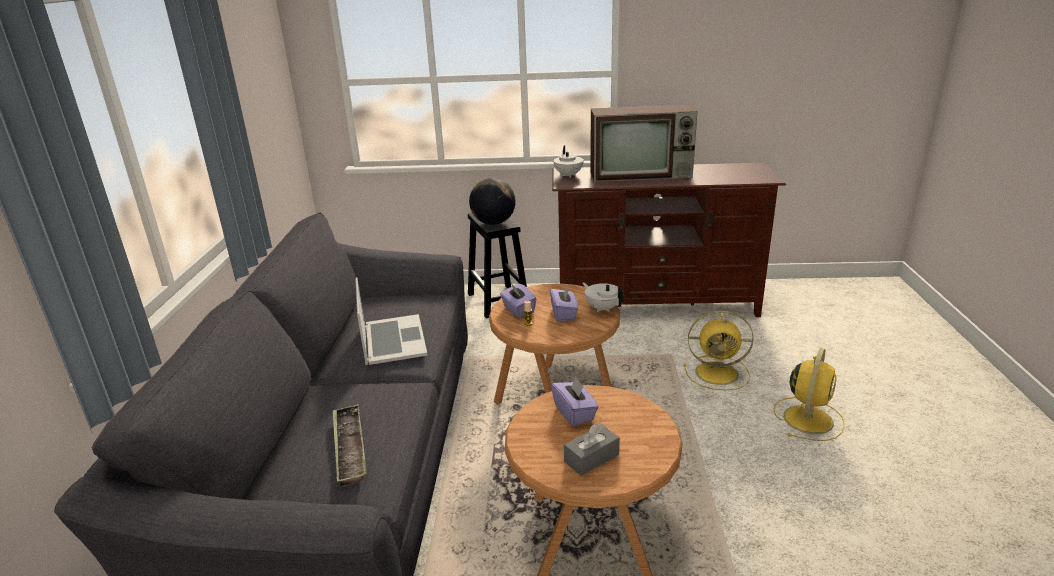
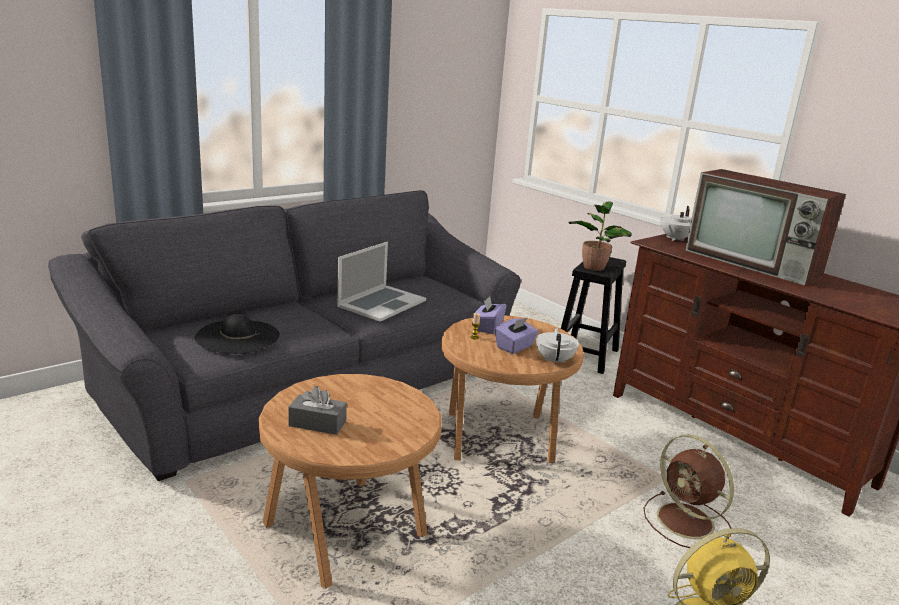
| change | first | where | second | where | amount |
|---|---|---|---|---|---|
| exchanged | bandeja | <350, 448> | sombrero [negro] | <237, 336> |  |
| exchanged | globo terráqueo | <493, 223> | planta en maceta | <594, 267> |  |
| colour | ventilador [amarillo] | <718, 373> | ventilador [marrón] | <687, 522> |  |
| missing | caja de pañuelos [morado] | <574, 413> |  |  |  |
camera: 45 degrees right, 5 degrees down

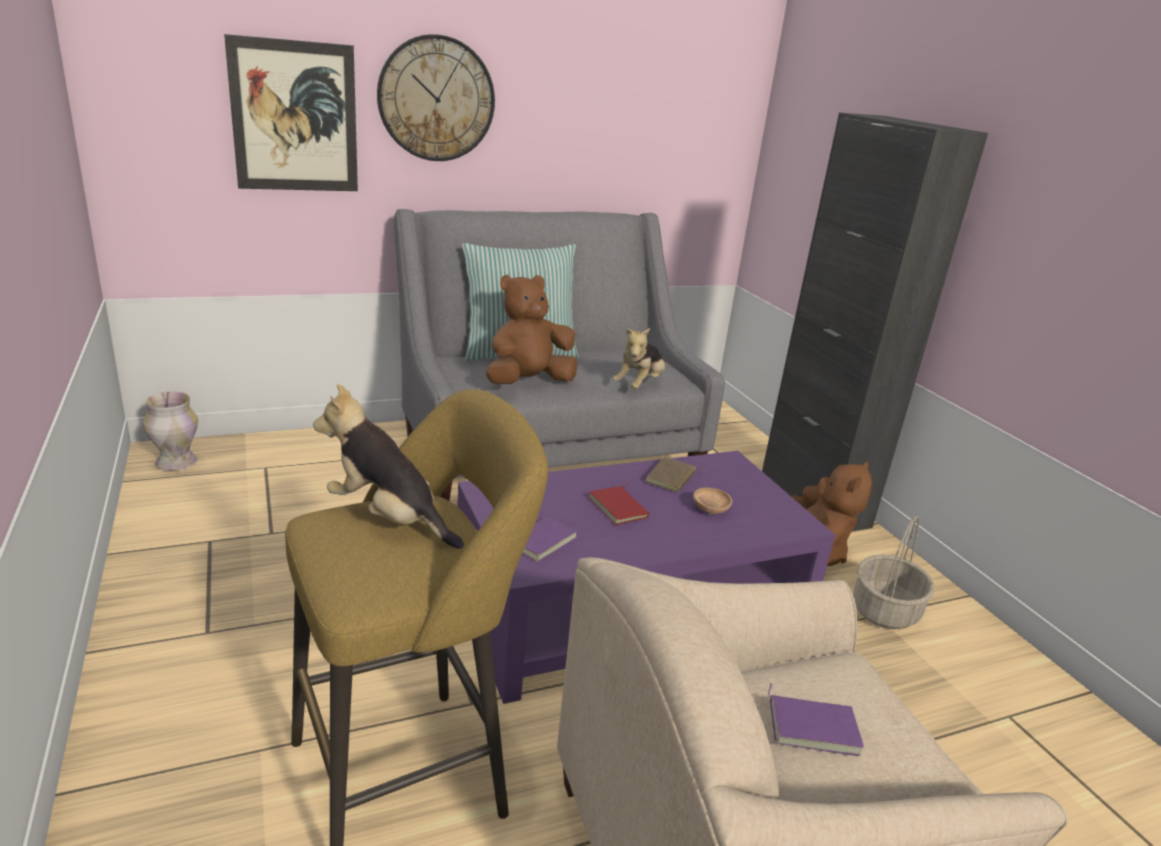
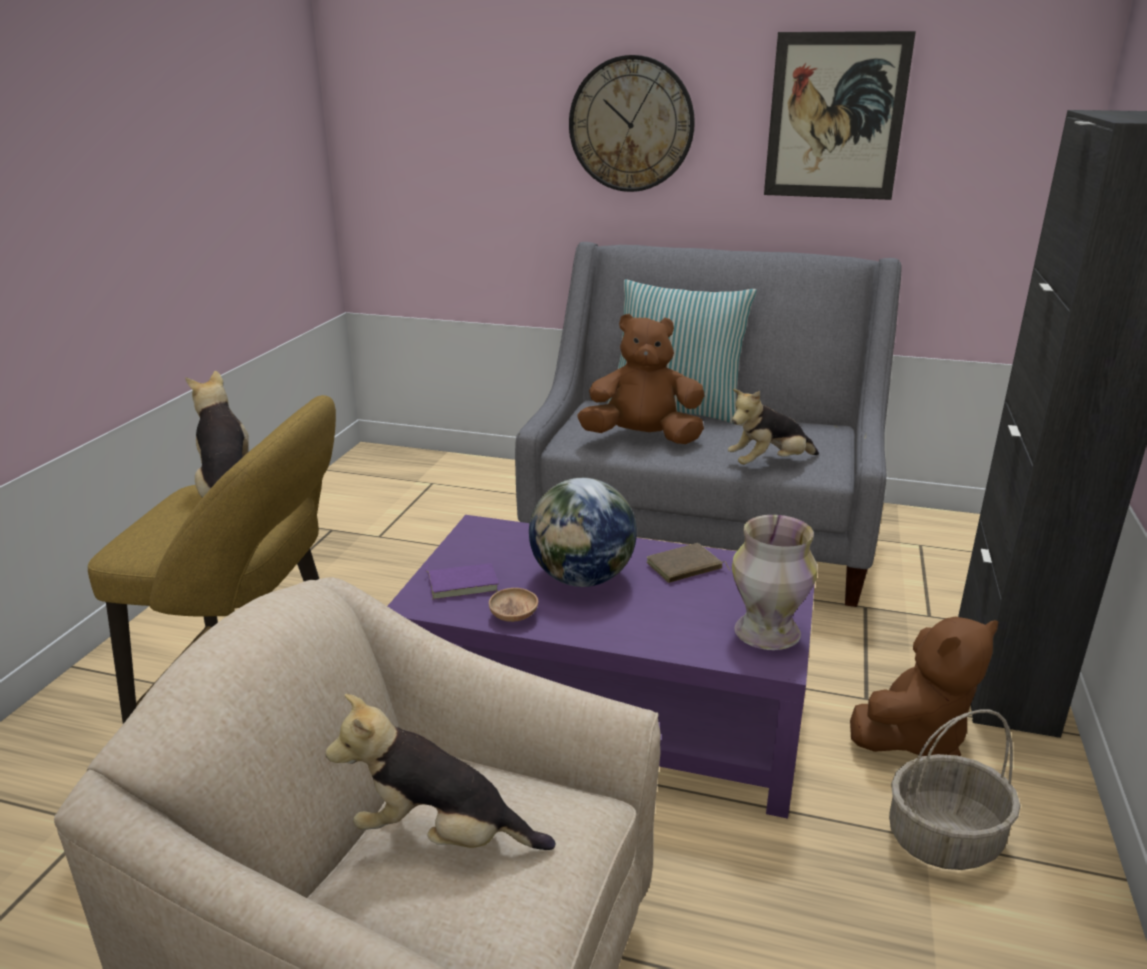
| change | first | where | second | where | amount |
|---|---|---|---|---|---|
| exchanged | libro [morado] | <813, 726> | peluche | <441, 836> |  |
| relocated | cuenco [marrón] | <710, 509> |  | <514, 616> |  |
| exchanged | libro [rojo] | <620, 508> | globo terráqueo | <582, 579> |  |
| relocated | florero | <175, 463> |  | <765, 634> |  |
| relocated | cuadro | <295, 117> |  | <835, 117> |  |
camera: 40 degrees right, 0 degrees up

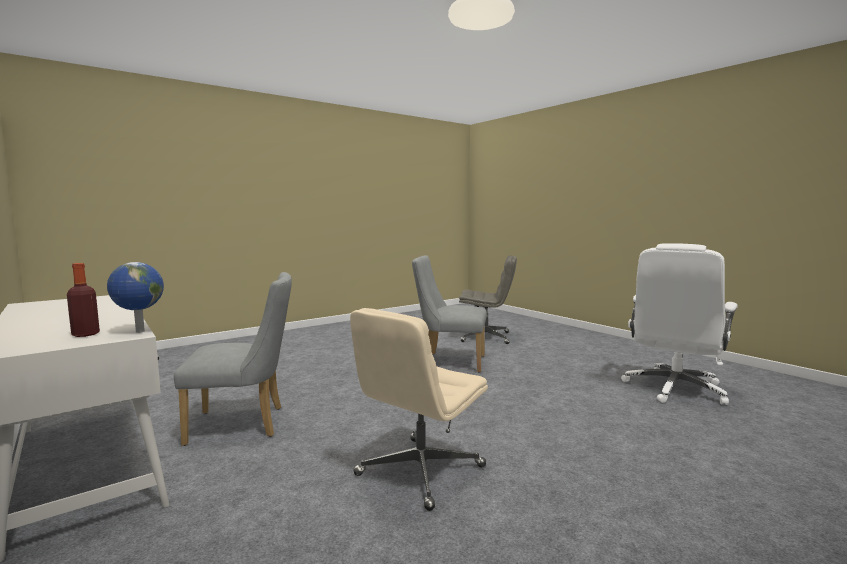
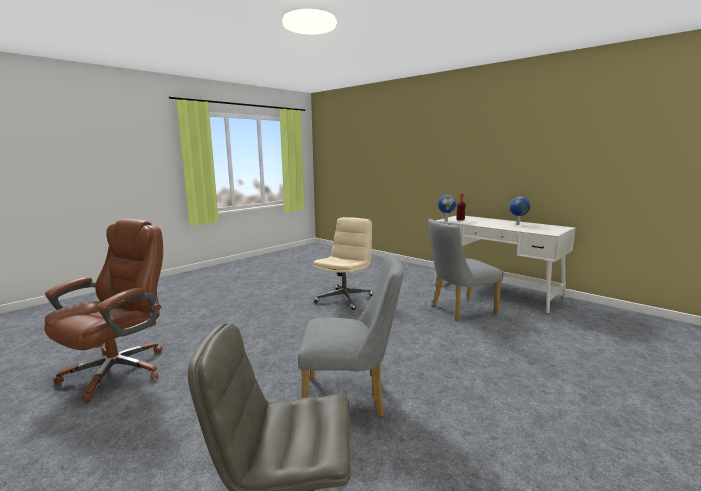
| change | first | where | second | where | amount |
|---|---|---|---|---|---|
| colour | silla de oficina [blanco] | <674, 389> | silla de oficina [marrón] | <118, 370> |  |
| appeared |  |  | globo terráqueo | <517, 224> |  |
camera: 170 degrees right, 5 degrees up

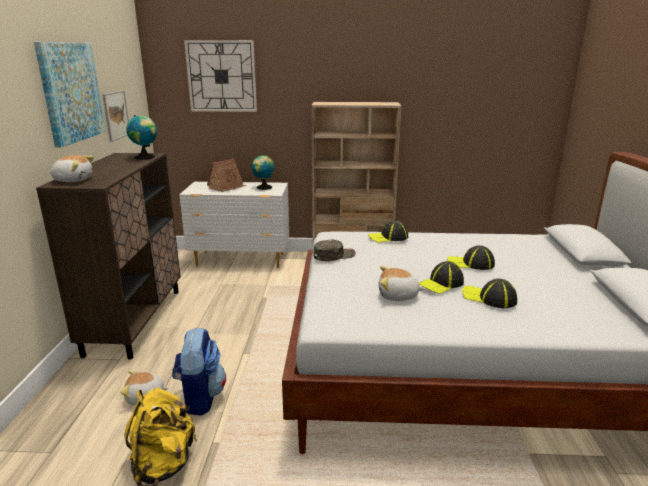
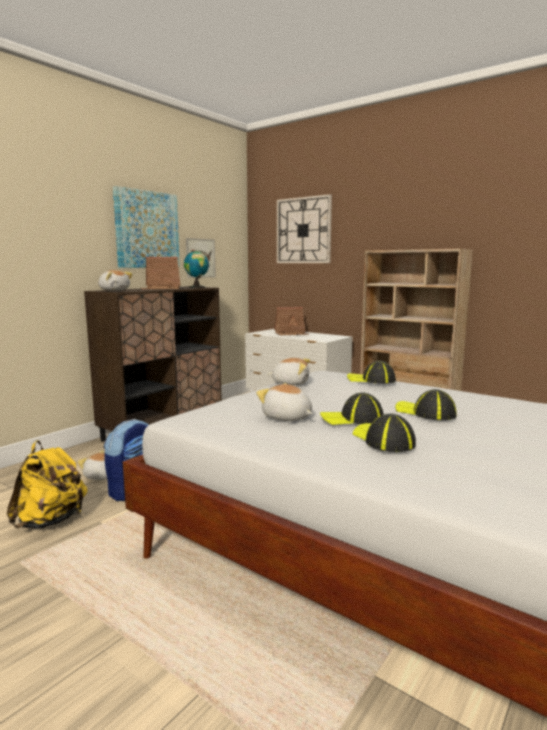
| change | first | where | second | where | amount |
|---|---|---|---|---|---|
| appeared |  |  | casita | <160, 288> |  |
| exchanged | gorra [verde] | <334, 255> | peluche | <290, 383> |  |
| missing | globo terráqueo | <264, 188> |  |  |  |
camera: 35 degrees right, 10 degrees down

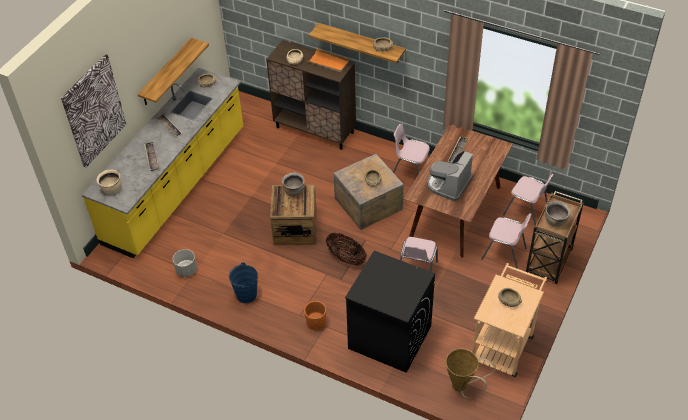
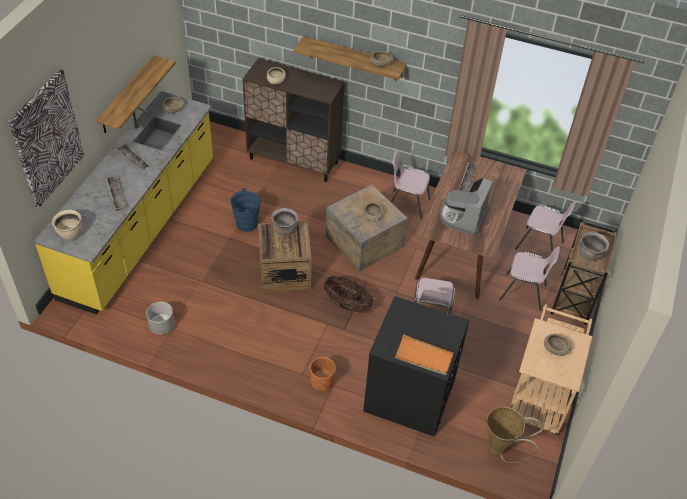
| change | first | where | second | where | amount |
|---|---|---|---|---|---|
| relocated | cubo [azul] | <246, 295> |  | <246, 224> |  |
| relocated | bandeja [naranja] | <328, 62> |  | <424, 357> |  |
camera: 10 degrees left, 0 degrees up

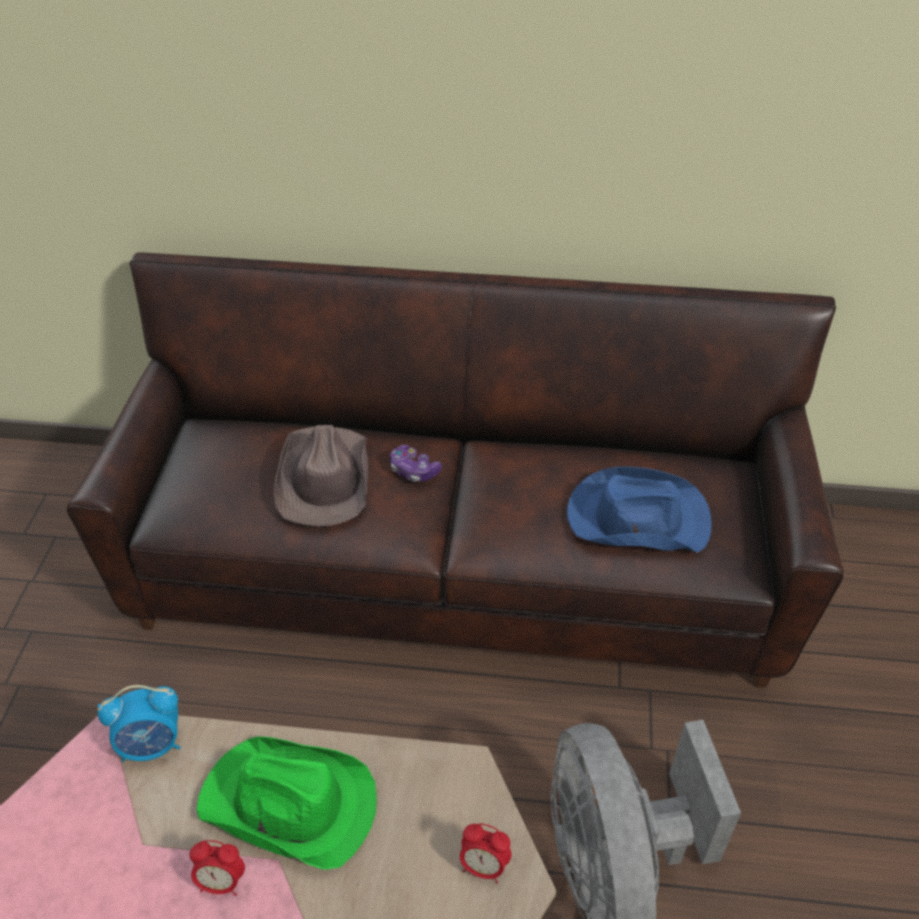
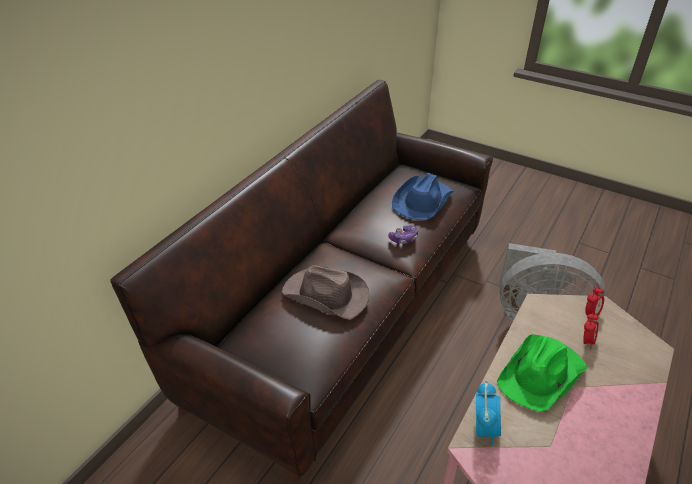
| change | first | where | second | where | amount |
|---|---|---|---|---|---|
| relocated | mando de consola | <413, 470> |  | <404, 238> |  |
| relocated | despertador | <221, 882> |  | <586, 341> |  |
camera: 65 degrees left, 5 degrees down

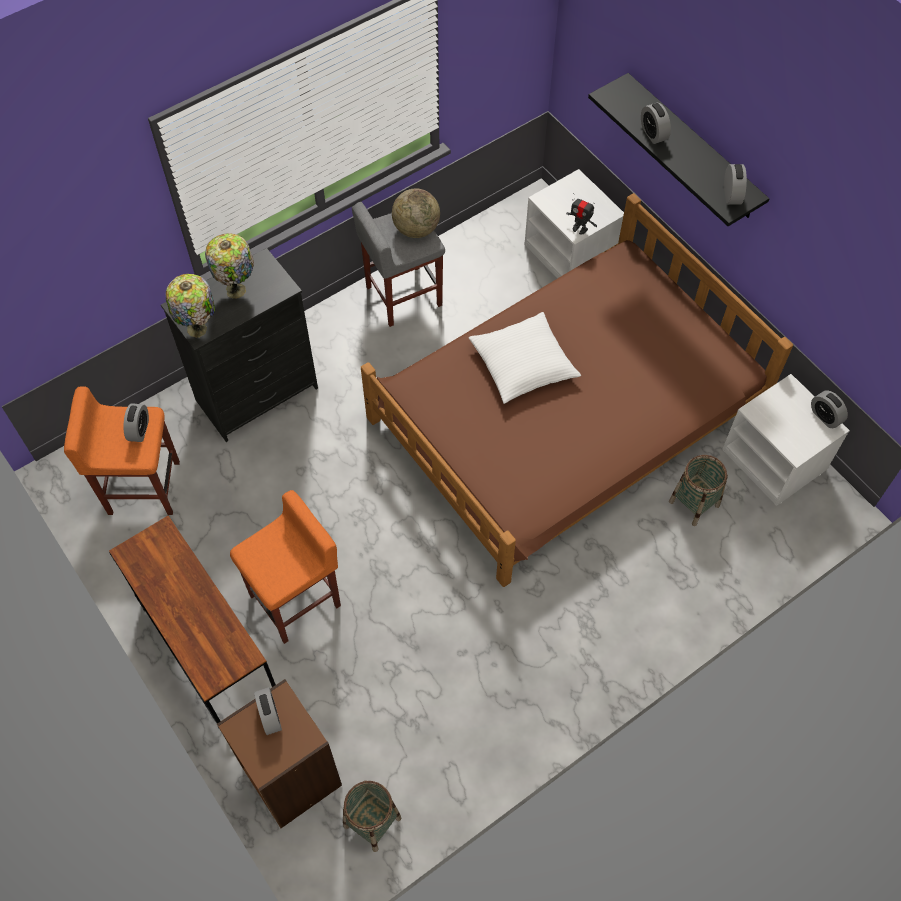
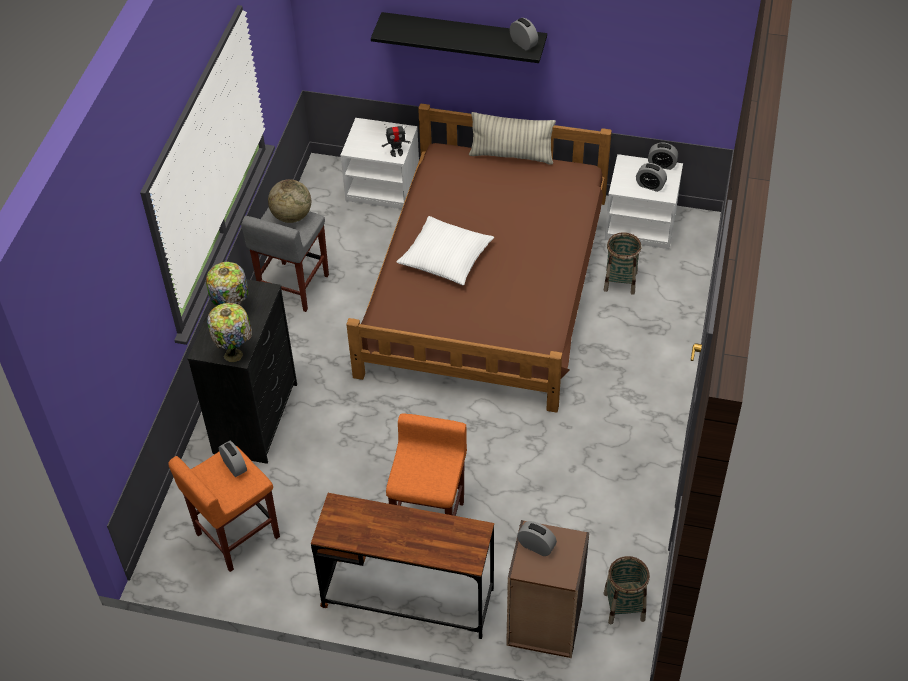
| change | first | where | second | where | amount |
|---|---|---|---|---|---|
| appeared |  |  | cojín | <511, 155> |  |
| relocated | despertador | <653, 134> |  | <650, 185> |  |
camera: 40 degrees left, 10 degrees down

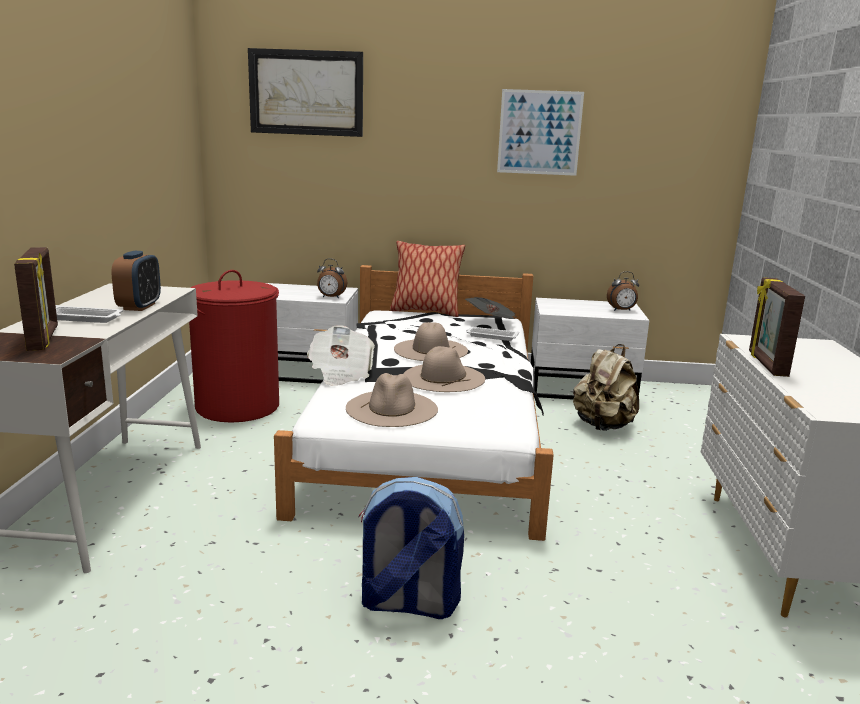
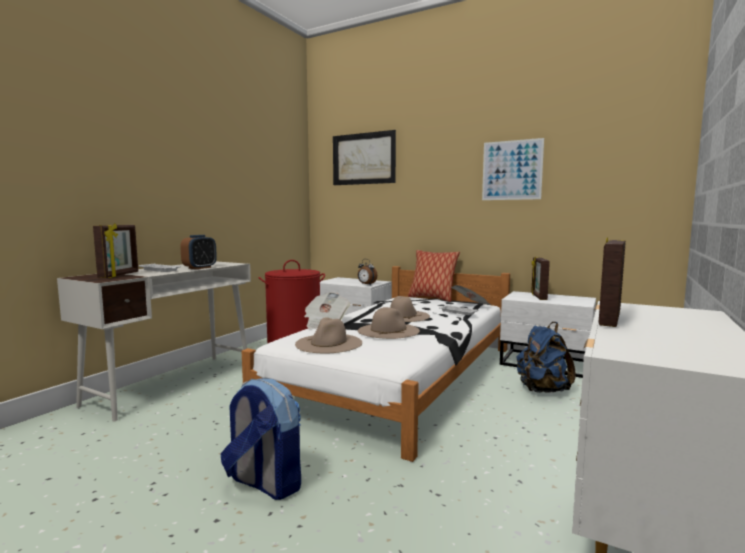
| change | first | where | second | where | amount |
|---|---|---|---|---|---|
| colour | mochila [beis] | <603, 426> | mochila [azul] | <542, 390> |  |
| appeared |  |  | portarretratos | <538, 297> |  |
| missing | despertador | <621, 310> |  |  |  |
camera: 25 degrees right, 10 degrees down

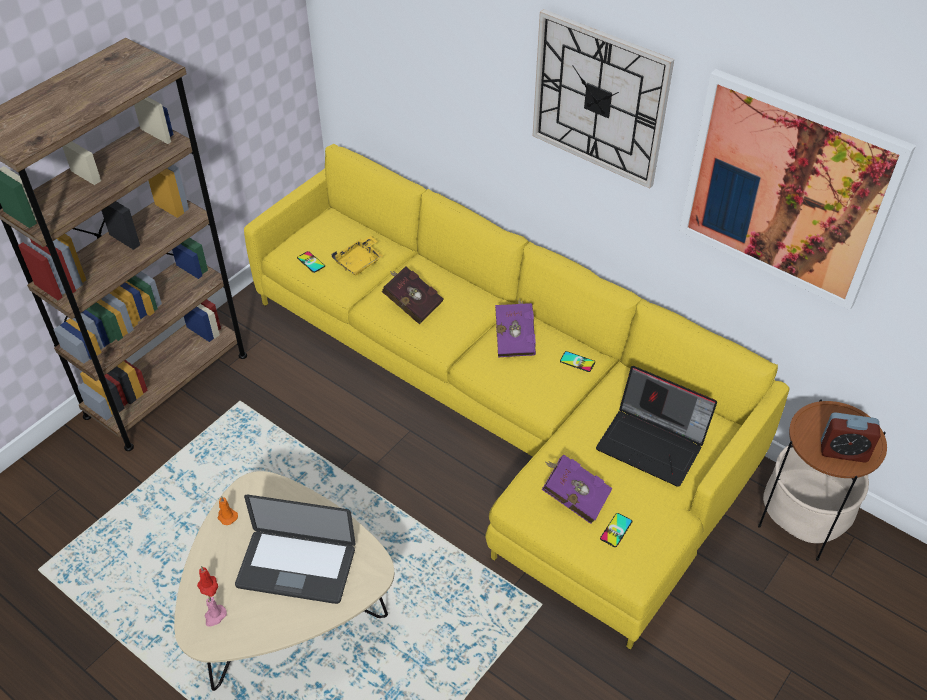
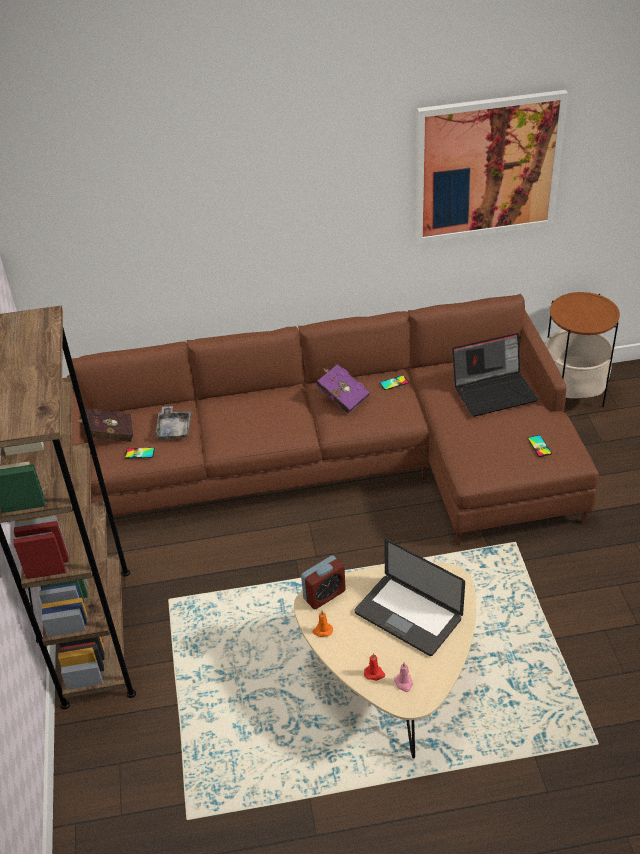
| change | first | where | second | where | amount |
|---|---|---|---|---|---|
| colour | sofá [amarillo] | <505, 407> | sofá [marrón] | <345, 463> |  |
| relocated | libro [rojo] | <411, 304> |  | <108, 435> |  |
| colour | bandeja [amarillo] | <359, 262> | bandeja [gris] | <174, 428> |  |
| relocated | despertador | <843, 451> |  | <324, 595> |  |
| spun | portátil | <296, 567> |  | <408, 616> | 75 degrees clockwise |
| missing | reloj de pared | <599, 99> |  |  |  |
| missing | libro [morado] | <573, 497> |  |  |  |
camera: 45 degrees left, 5 degrees down

